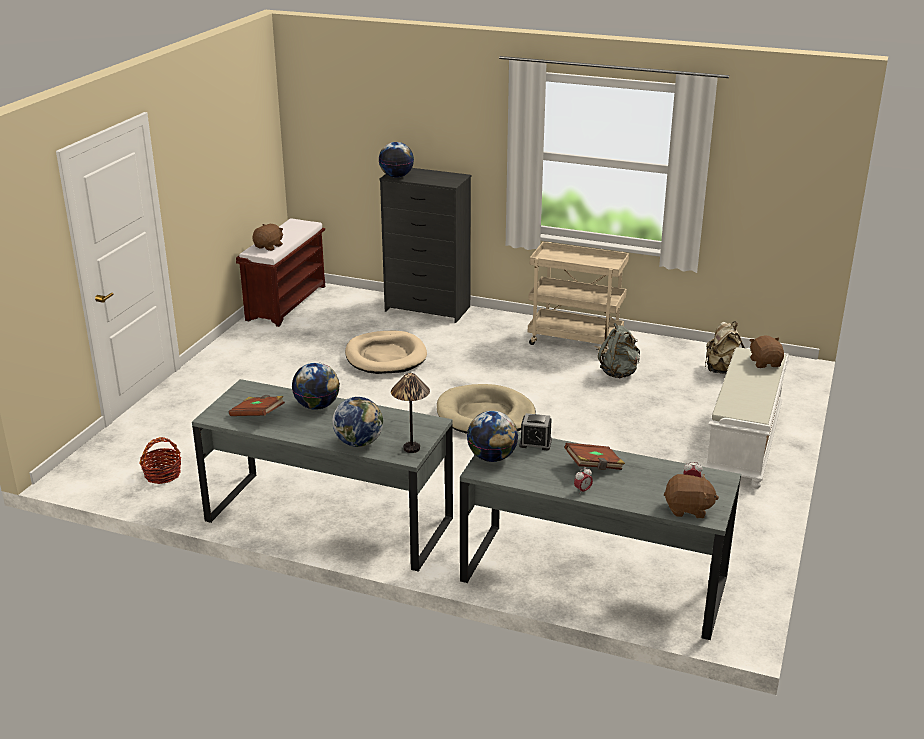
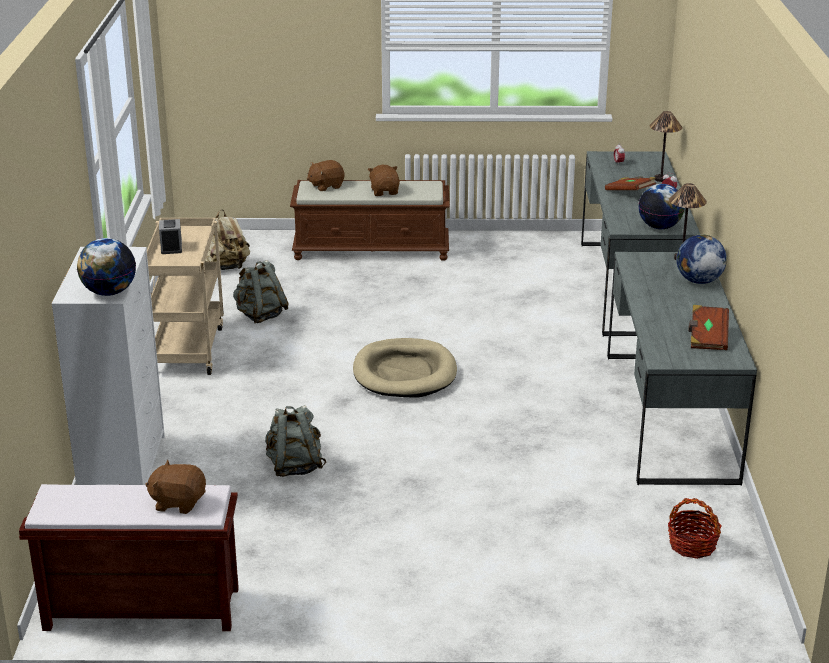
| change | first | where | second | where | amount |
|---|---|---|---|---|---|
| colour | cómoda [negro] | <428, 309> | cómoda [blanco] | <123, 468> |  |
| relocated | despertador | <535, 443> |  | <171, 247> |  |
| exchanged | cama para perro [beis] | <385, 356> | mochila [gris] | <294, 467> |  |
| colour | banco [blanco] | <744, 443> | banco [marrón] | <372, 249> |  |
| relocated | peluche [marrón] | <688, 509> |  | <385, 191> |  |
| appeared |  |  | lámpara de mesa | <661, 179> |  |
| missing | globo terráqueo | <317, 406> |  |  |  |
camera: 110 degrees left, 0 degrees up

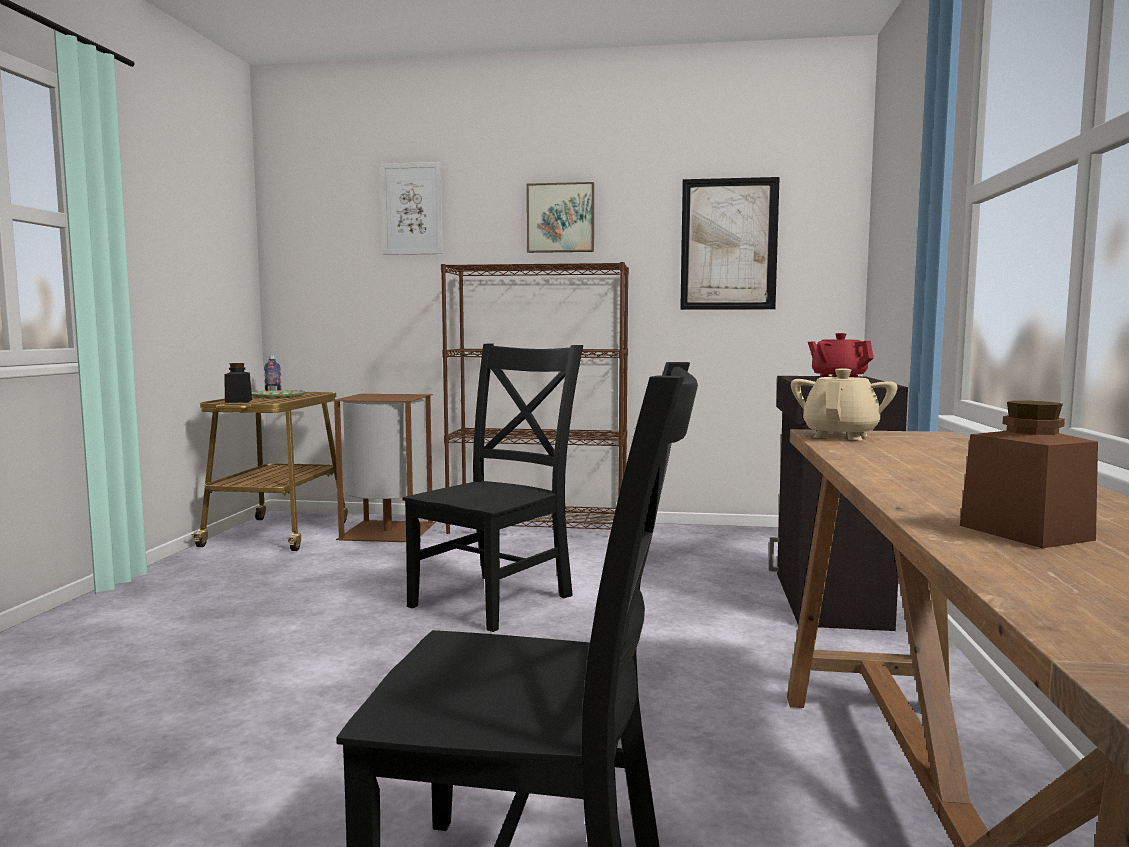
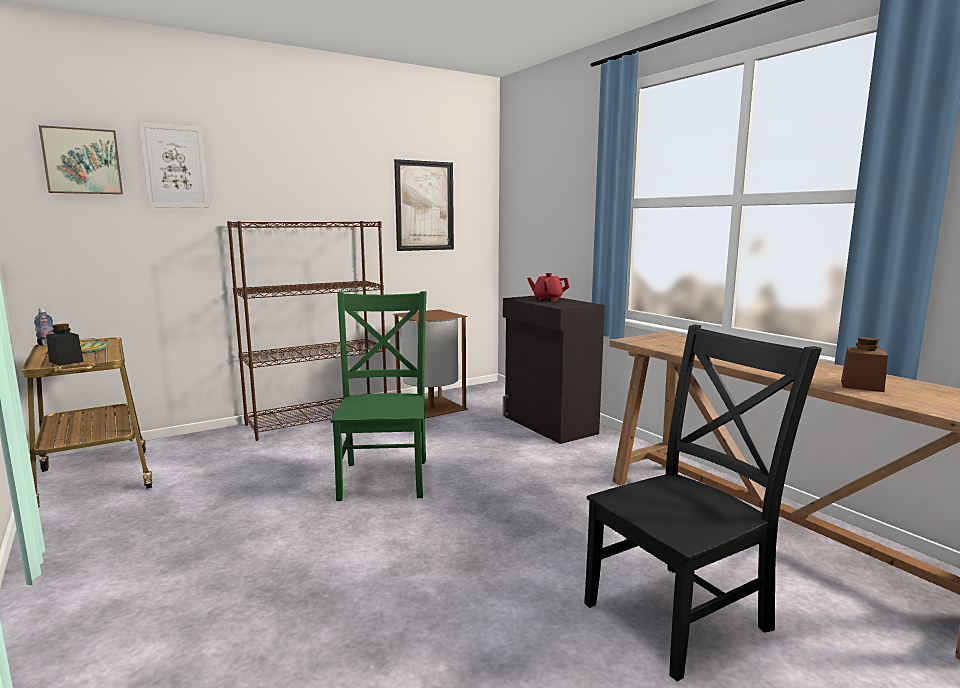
| change | first | where | second | where | amount |
|---|---|---|---|---|---|
| relocated | cuadro | <561, 218> |  | <82, 161> |  |
| colour | silla [negro] | <496, 599> | silla [verde] | <385, 477> |  |
| relocated | papelera [marrón] | <386, 531> |  | <429, 407> |  |
| missing | tetera [beis] | <840, 436> |  |  |  |
camera: 40 degrees left, 5 degrees up

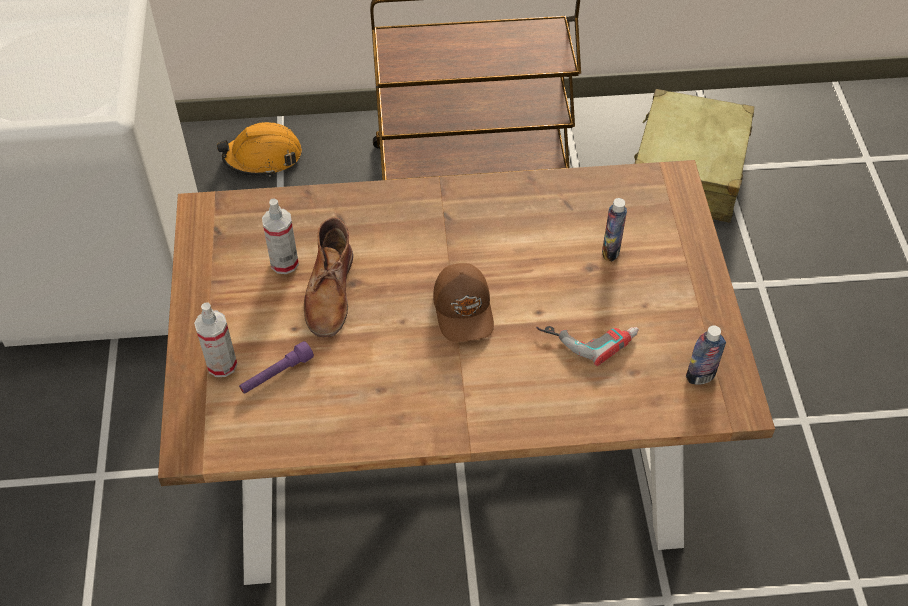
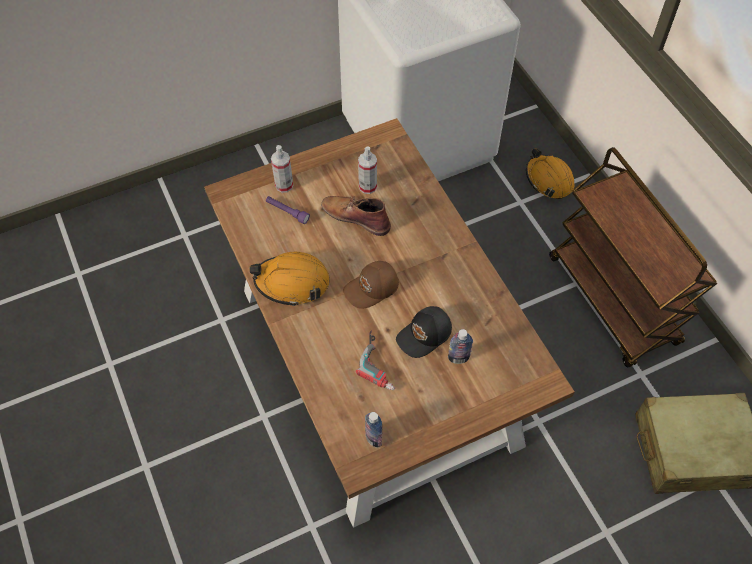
| change | first | where | second | where | amount |
|---|---|---|---|---|---|
| appeared |  |  | casco [naranja] | <292, 282> |  |
| spun | bota [marrón] | <330, 292> |  | <355, 216> | 45 degrees clockwise |
| appeared |  |  | gorra [negro] | <425, 335> |  |
camera: 70 degrees right, 5 degrees up

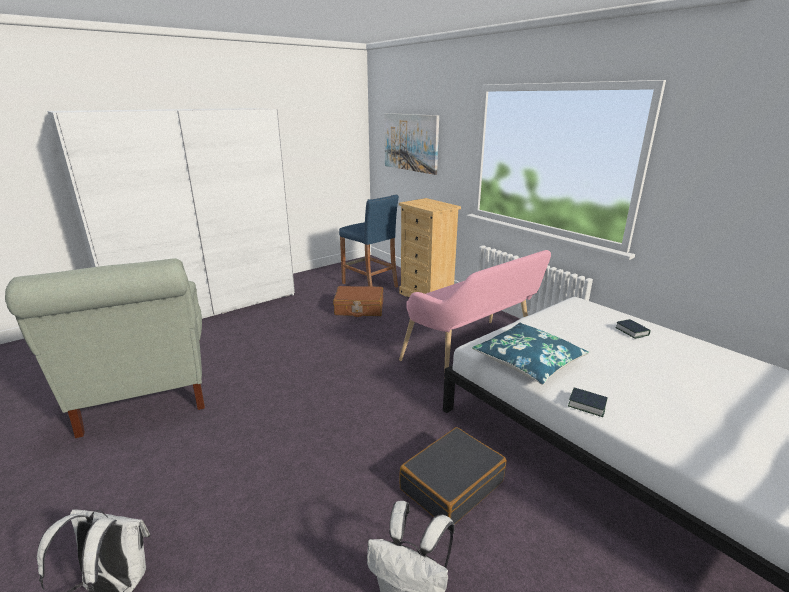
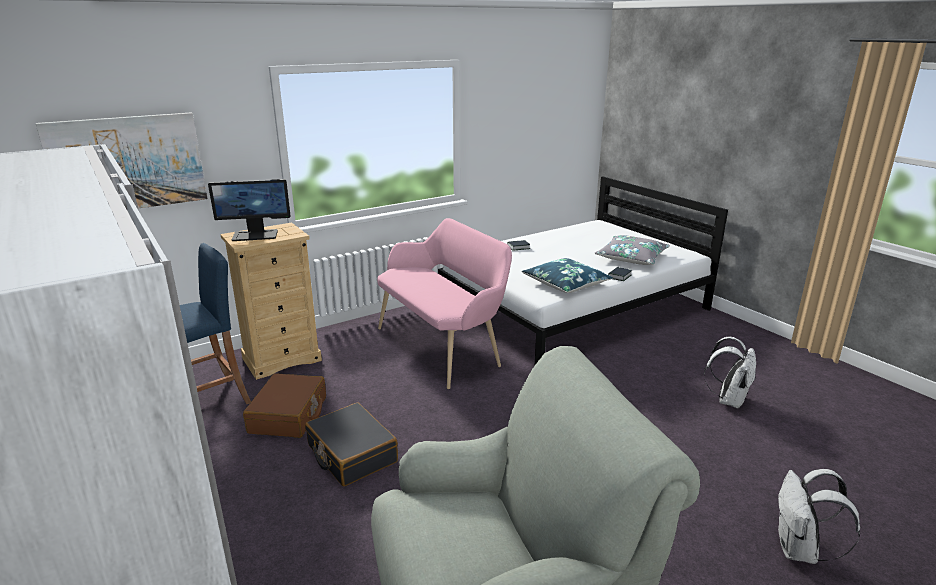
| change | first | where | second | where | amount |
|---|---|---|---|---|---|
| appeared |  |  | monitor | <255, 235> |  |
| relocated | maleta [negro] | <451, 485> |  | <351, 454> |  |
| appeared |  |  | cojín [gris] | <631, 258> |  |
camera: 85 degrees left, 0 degrees up

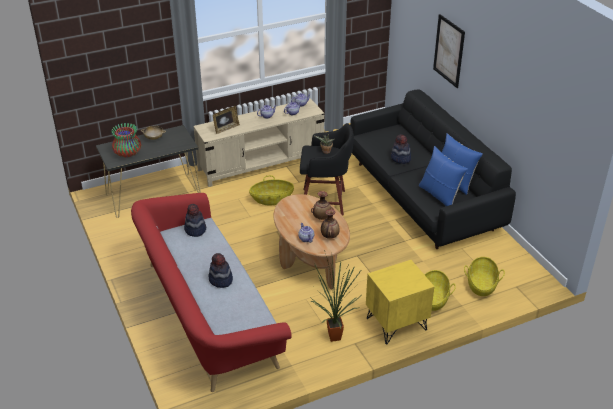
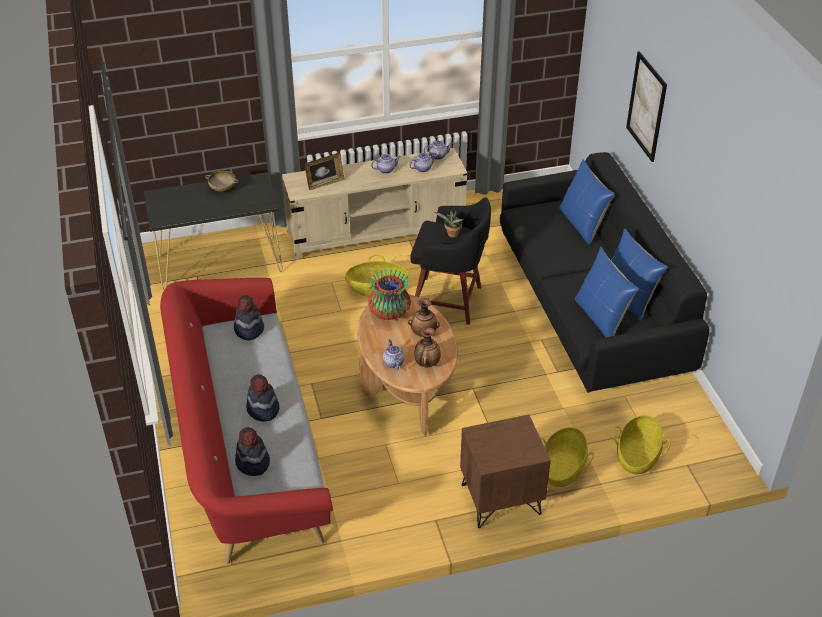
| change | first | where | second | where | amount |
|---|---|---|---|---|---|
| relocated | sombrero | <400, 158> |  | <252, 463> |  |
| relocated | florero | <128, 153> |  | <389, 313> |  |
| colour | mesita de noche [amarillo] | <396, 324> | mesita de noche [marrón] | <501, 500> |  |
| appeared |  |  | cojín [azul] | <582, 224> |  |
| missing | planta en maceta | <334, 335> |  |  |  |
camera: 10 degrees right, 5 degrees up

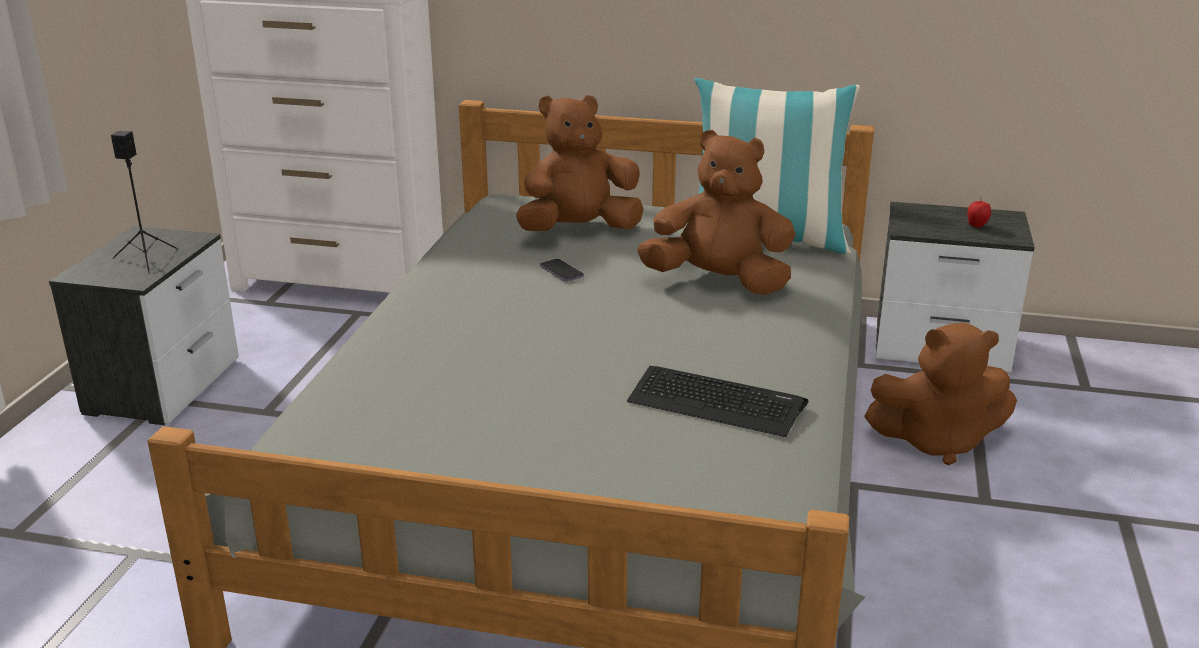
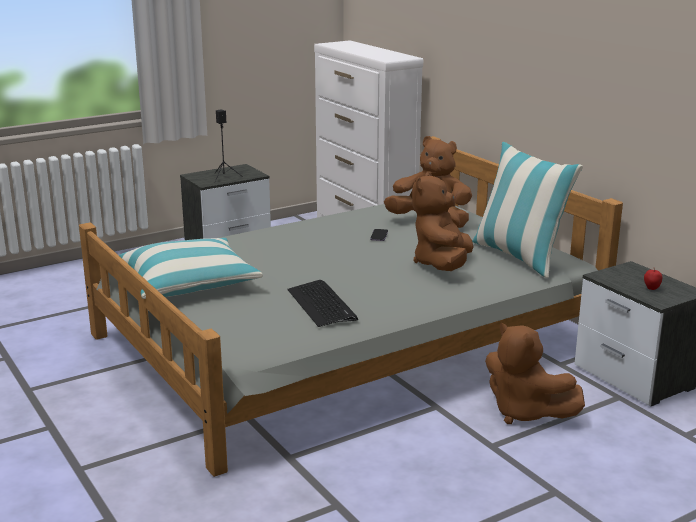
| change | first | where | second | where | amount |
|---|---|---|---|---|---|
| appeared |  |  | cojín | <189, 284> |  |
| spun | peluche [marrón] | <718, 282> |  | <442, 265> | 135 degrees counterclockwise |
camera: 45 degrees right, 5 degrees down

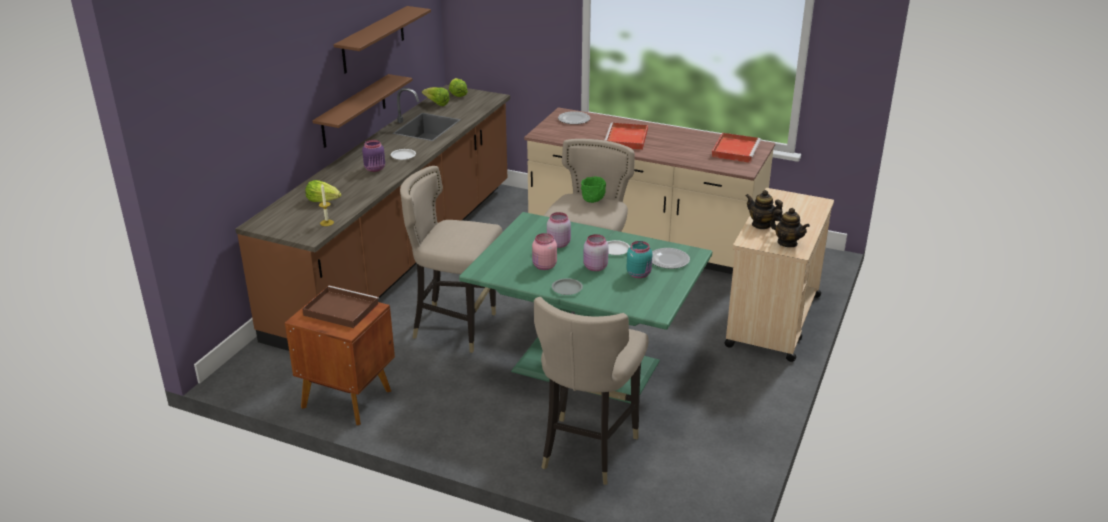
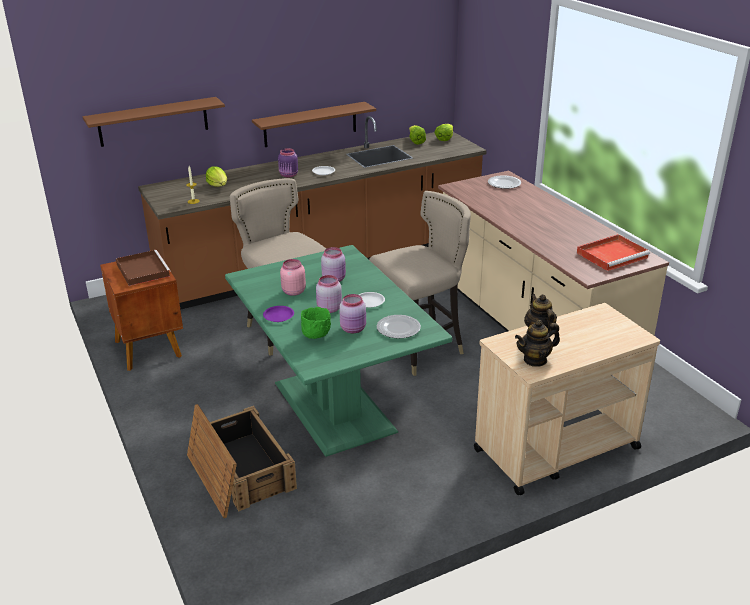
| change | first | where | second | where | amount |
|---|---|---|---|---|---|
| relocated | estante [marrón] | <373, 40> |  | <153, 122> |  |
| exchanged | taburete [beis] | <587, 449> | caja de embalaje | <239, 472> |  |
| colour | plato [gris] | <567, 288> | plato [morado] | <279, 316> |  |
| relocated | cuenco [verde] | <593, 200> |  | <316, 336> |  |
| colour | tarro [turquesa] | <639, 274> | tarro [rosa] | <354, 329> |  |
| spun | tetera | <787, 243> |  | <535, 360> | 75 degrees clockwise |
| missing | bandeja [rojo] | <626, 139> |  |  |  |
camera: 40 degrees right, 0 degrees up

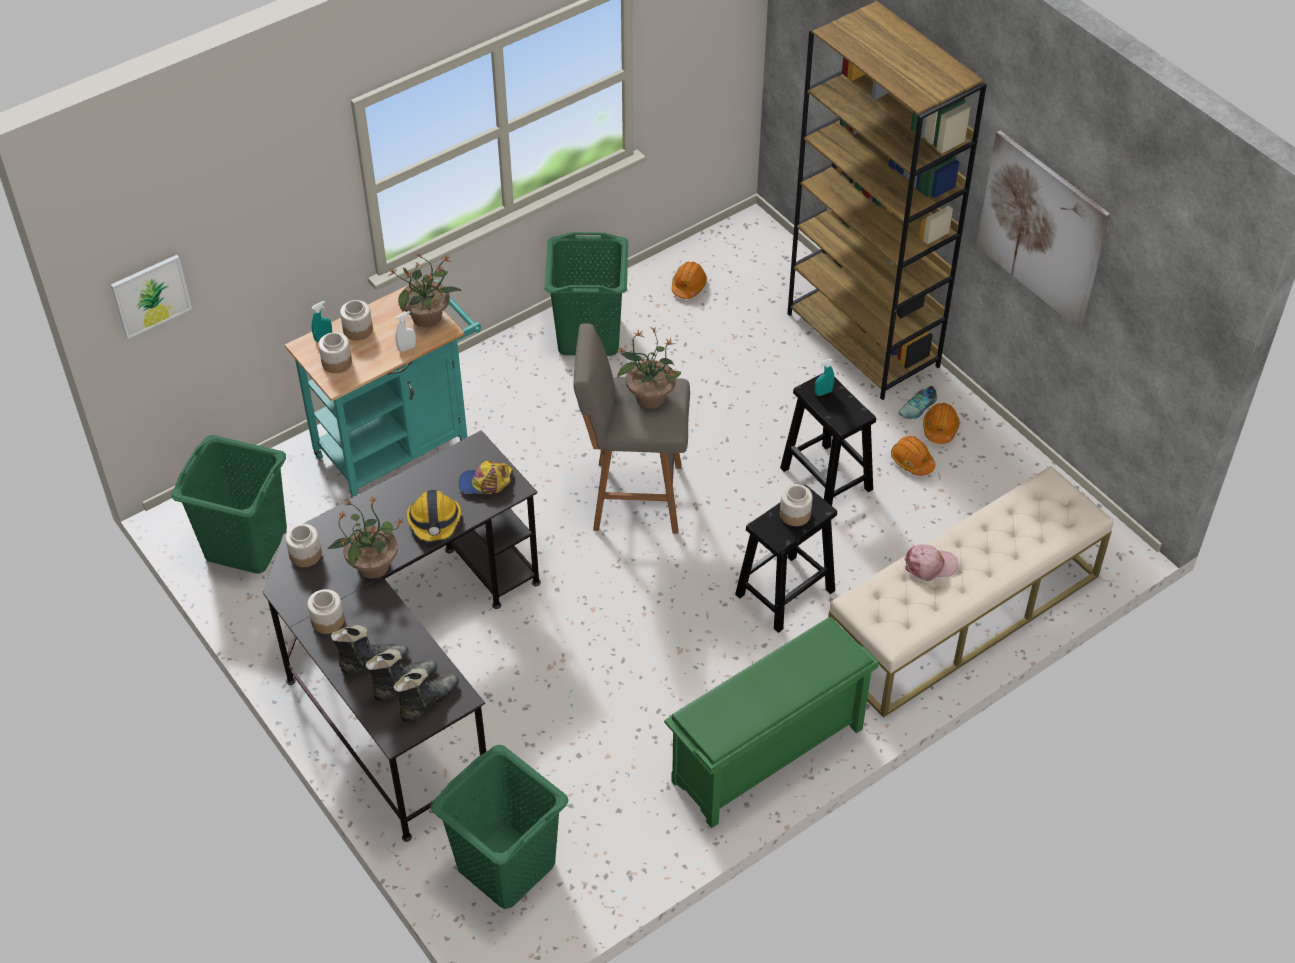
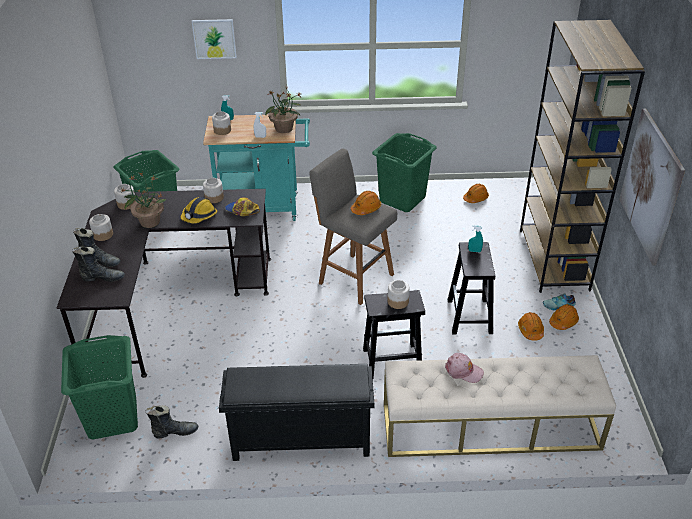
| change | first | where | second | where | amount |
|---|---|---|---|---|---|
| relocated | bota [negro] | <428, 702> |  | <174, 432> |  |
| relocated | cuadro | <151, 295> |  | <214, 38> |  |
| relocated | tarro | <358, 330> |  | <214, 198> |  |
| colour | zapatero [verde] | <767, 757> | zapatero [negro] | <300, 440> |  |
| exchanged | planta en maceta | <650, 397> | casco [naranja] | <366, 208> |  |
camera: 35 degrees right, 10 degrees down

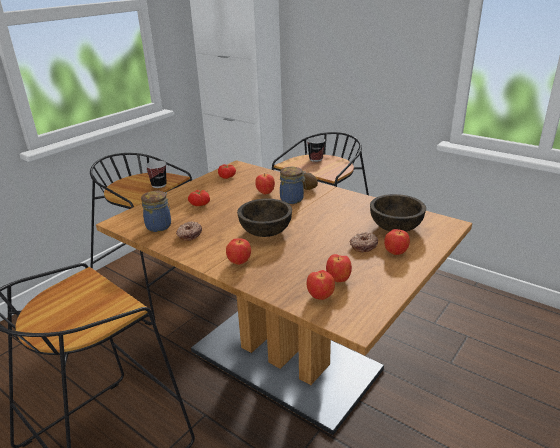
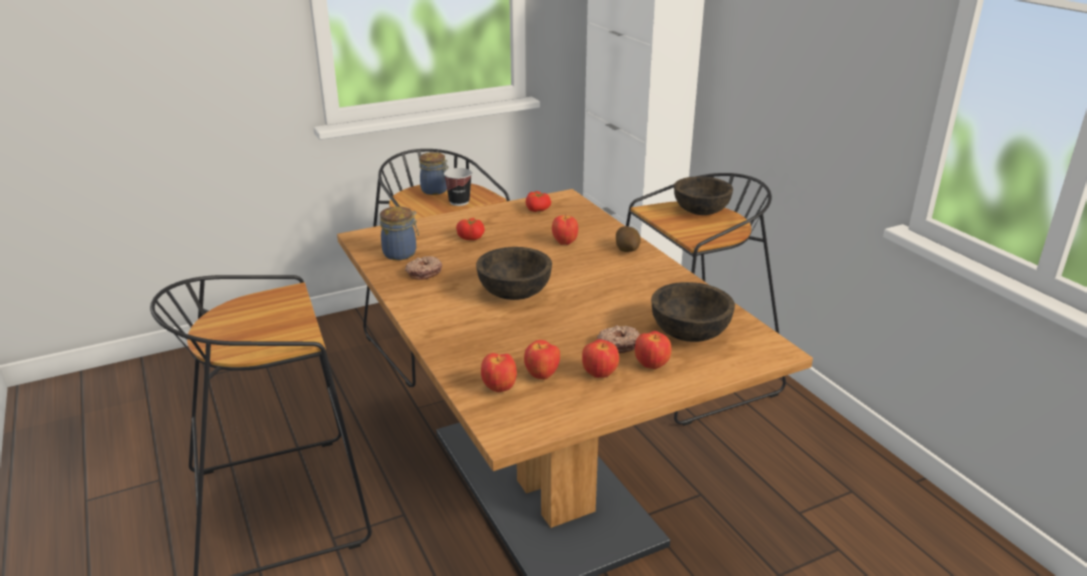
| change | first | where | second | where | amount |
|---|---|---|---|---|---|
| relocated | tarro | <293, 199> |  | <435, 191> |  |
| relocated | manzana | <239, 262> |  | <600, 375> |  |
| exchanged | taza | <315, 159> | cuenco [marrón] | <700, 211> |  |
camera: 25 degrees right, 0 degrees up

